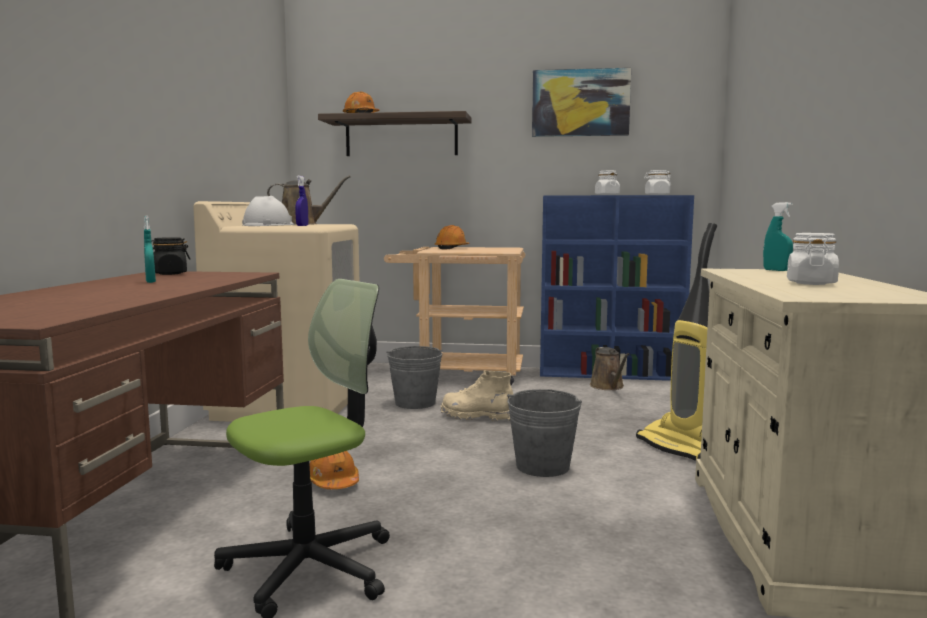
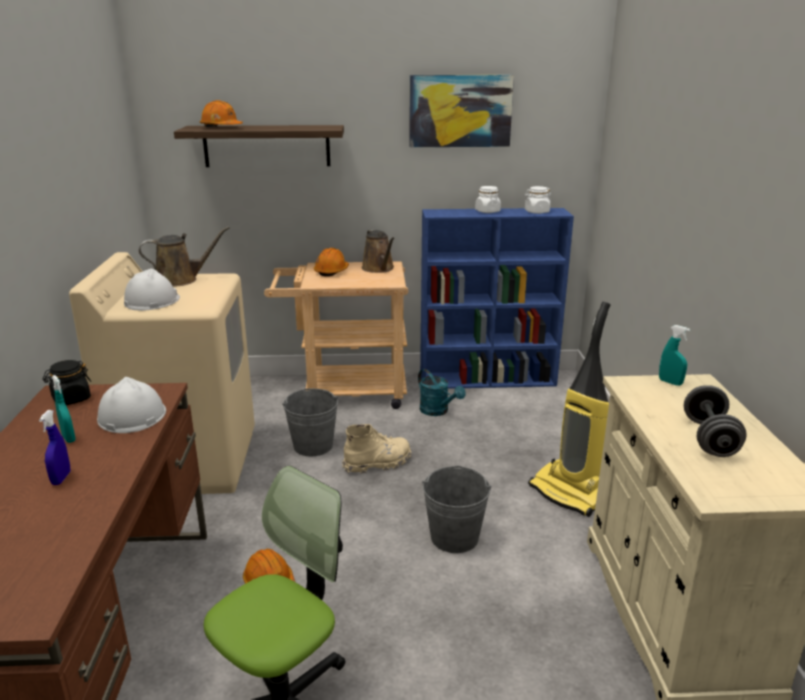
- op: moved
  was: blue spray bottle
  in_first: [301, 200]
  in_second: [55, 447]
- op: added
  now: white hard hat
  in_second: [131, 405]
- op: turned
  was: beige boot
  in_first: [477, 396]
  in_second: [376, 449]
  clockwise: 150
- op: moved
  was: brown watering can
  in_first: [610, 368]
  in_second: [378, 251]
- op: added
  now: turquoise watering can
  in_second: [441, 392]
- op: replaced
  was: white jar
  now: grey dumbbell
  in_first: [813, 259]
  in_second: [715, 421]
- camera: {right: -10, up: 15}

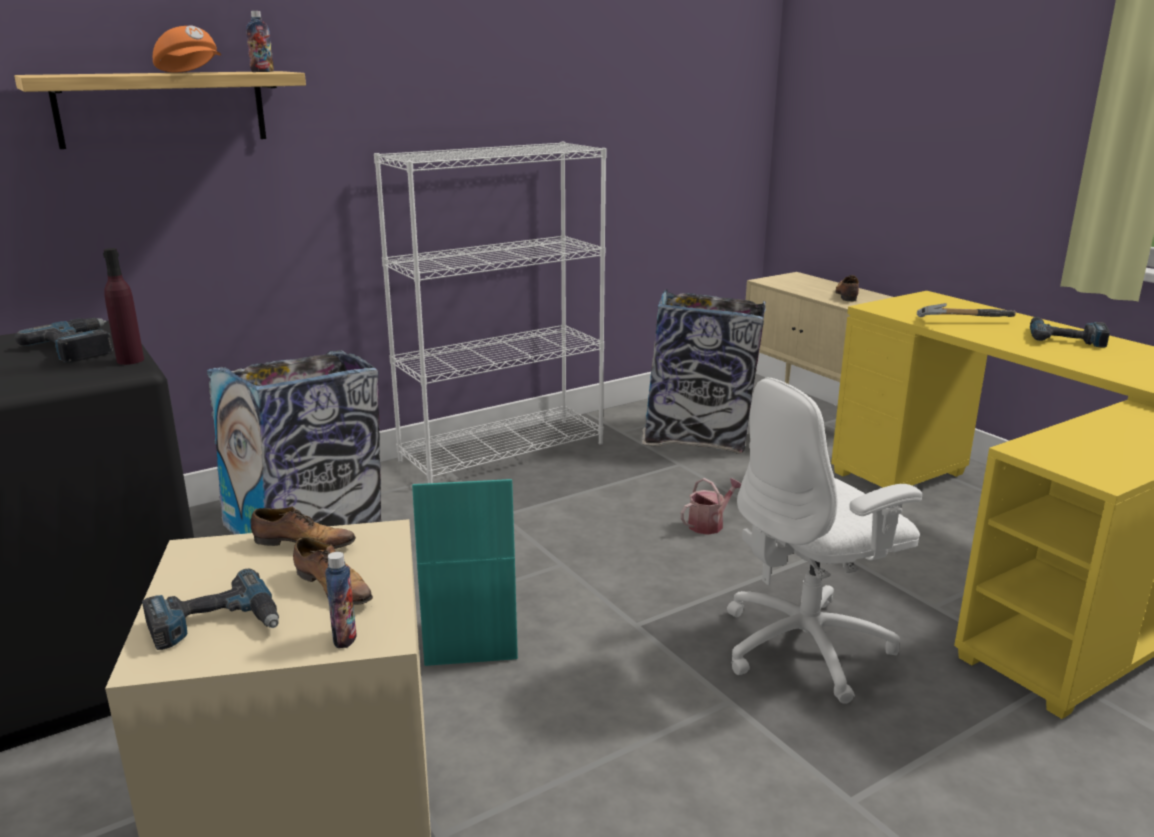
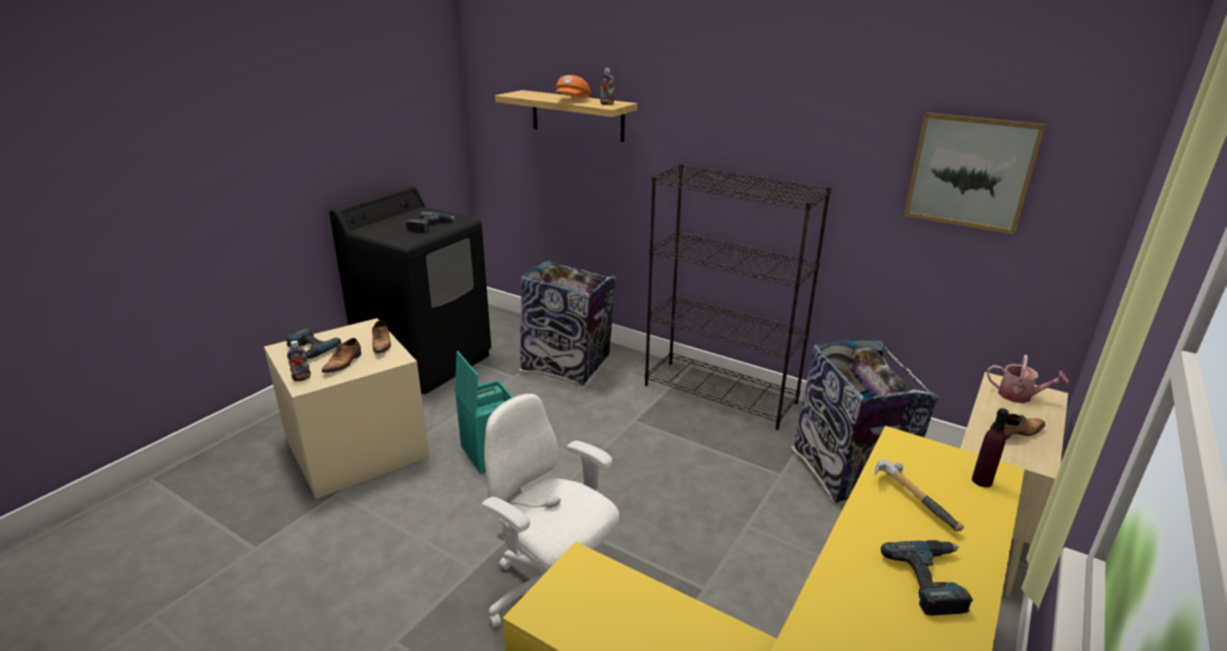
- op: recoloured
  was: white bookcase
  now: black bookcase
  in_first: [490, 312]
  in_second: [738, 297]
- op: added
  now: picture
  in_second: [975, 173]
- op: moved
  was: purple bottle
  in_first: [123, 306]
  in_second: [990, 447]
- op: moved
  was: watering can
  in_first: [711, 506]
  in_second: [1028, 379]
- camera: {right: 65, up: 5}

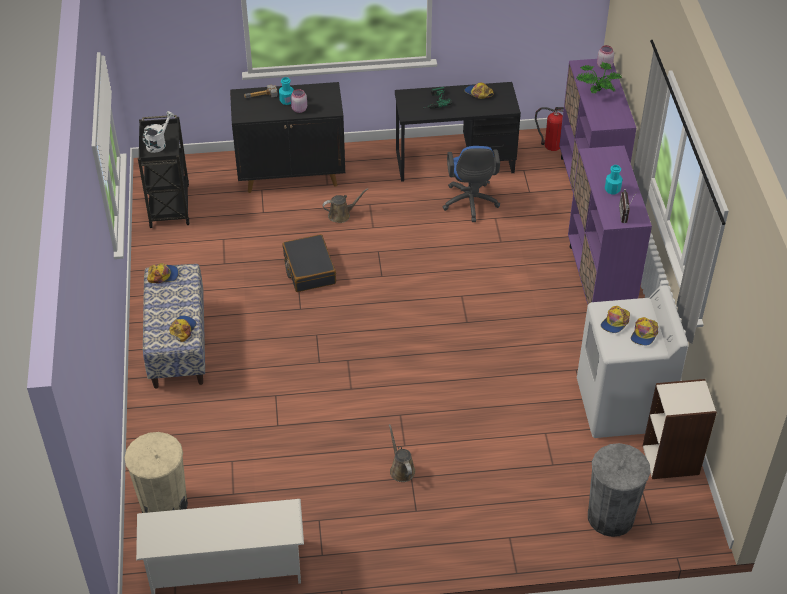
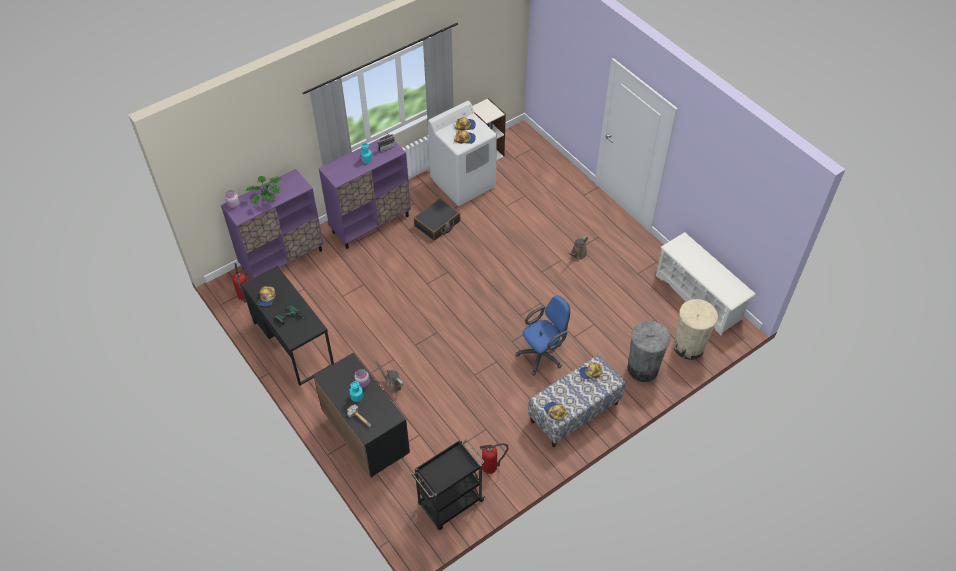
- op: moved
  was: black suitcase
  in_first: [309, 263]
  in_second: [437, 219]
- op: added
  now: fire extinguisher
  in_second: [494, 458]
- op: moved
  was: blue office chair
  in_first: [471, 184]
  in_second: [543, 336]
- op: moved
  was: grey trash can
  in_first: [619, 490]
  in_second: [649, 351]
- op: removed
  was: white watering can
  in_first: [158, 132]
- camera: {right: -120, up: 5}

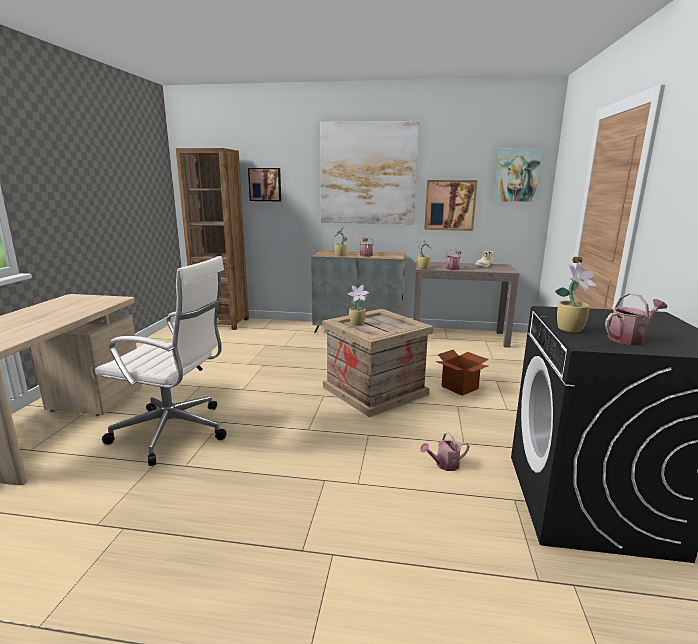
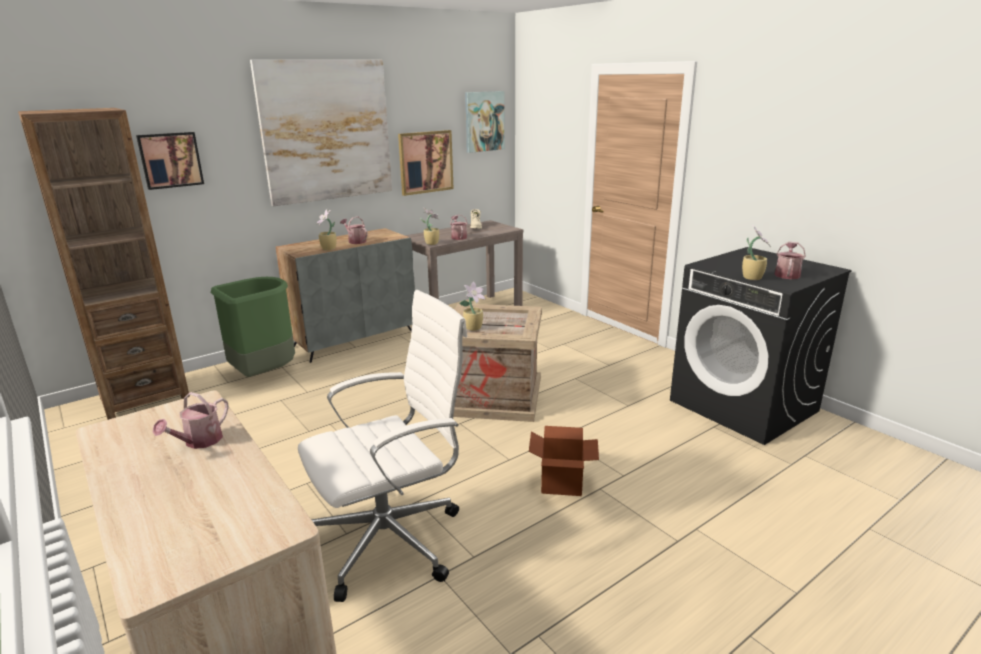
- op: moved
  was: watering can
  in_first: [444, 451]
  in_second: [191, 420]
- op: added
  now: green trash can
  in_second: [253, 327]
- op: moved
  was: cardboard box
  in_first: [462, 373]
  in_second: [564, 461]
- camera: {right: -45, up: 5}

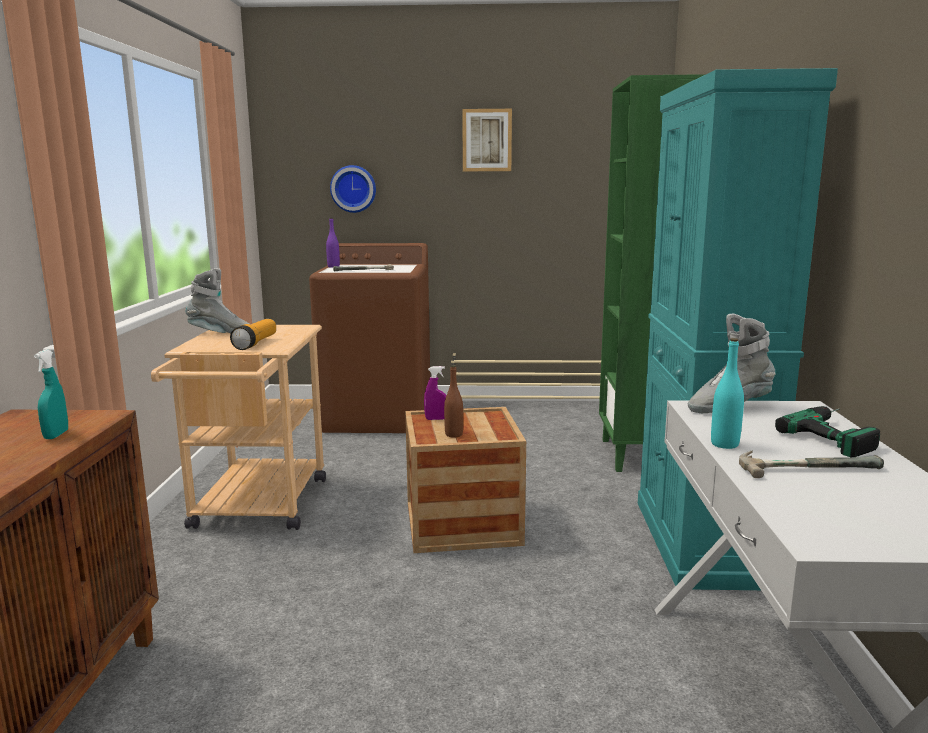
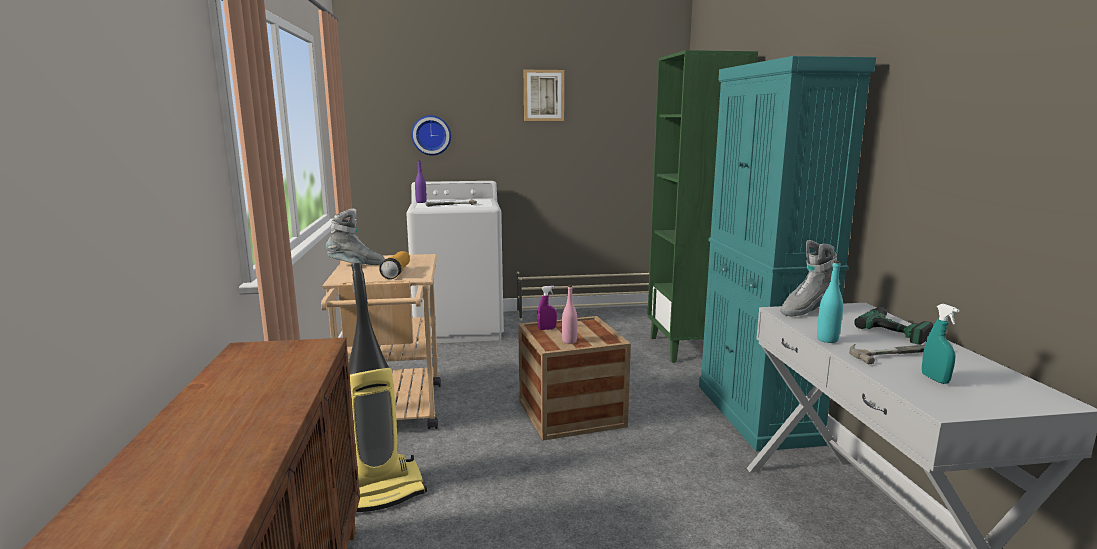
- op: added
  now: vacuum cleaner
  in_second: [388, 387]
- op: recoloured
  was: brown washing machine
  now: white washing machine
  in_first: [369, 338]
  in_second: [455, 262]
- op: recoloured
  was: brown bottle
  now: pink bottle
  in_first: [453, 401]
  in_second: [569, 314]
- op: moved
  was: turquoise spray bottle
  in_first: [51, 394]
  in_second: [941, 344]
- camera: {right: -10, up: 0}

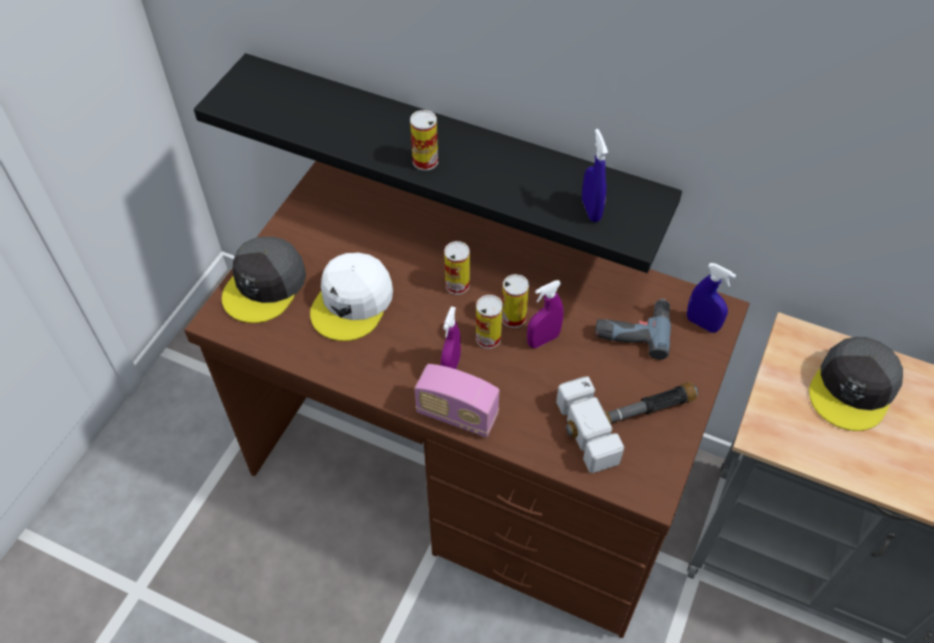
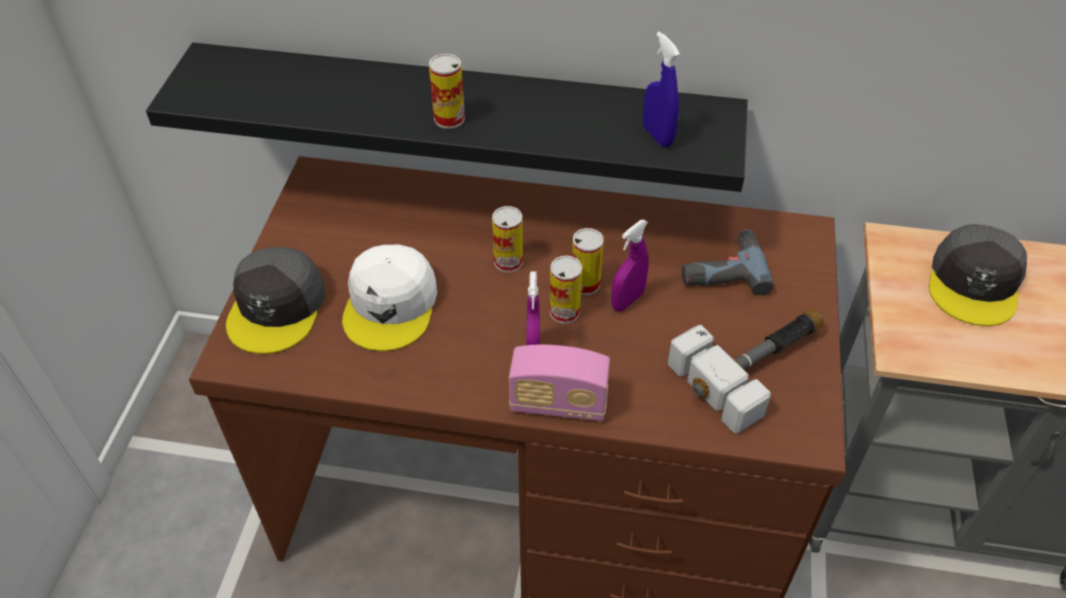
- op: removed
  was: blue spray bottle
  in_first: [711, 298]
- camera: {right: -15, up: -5}

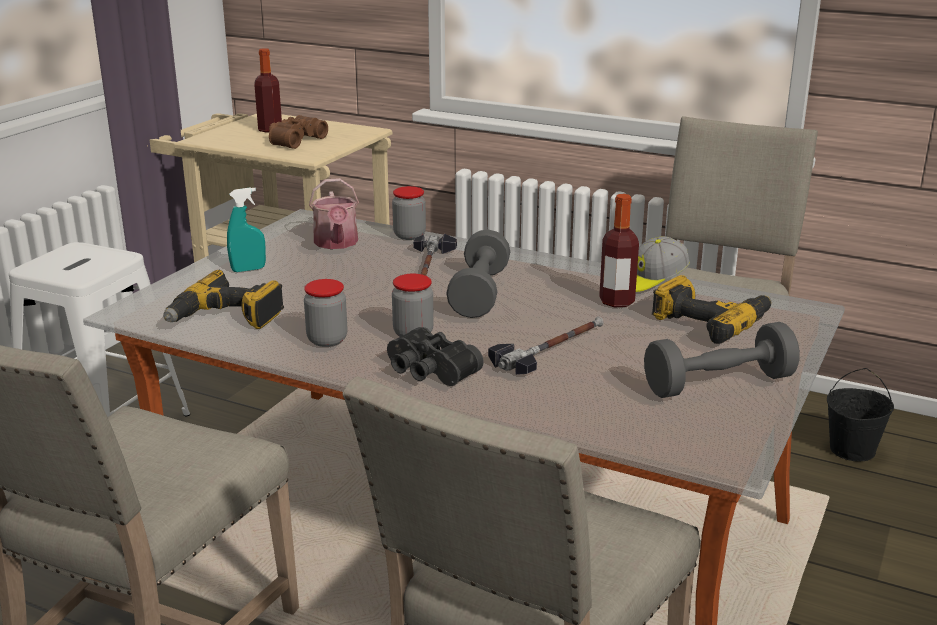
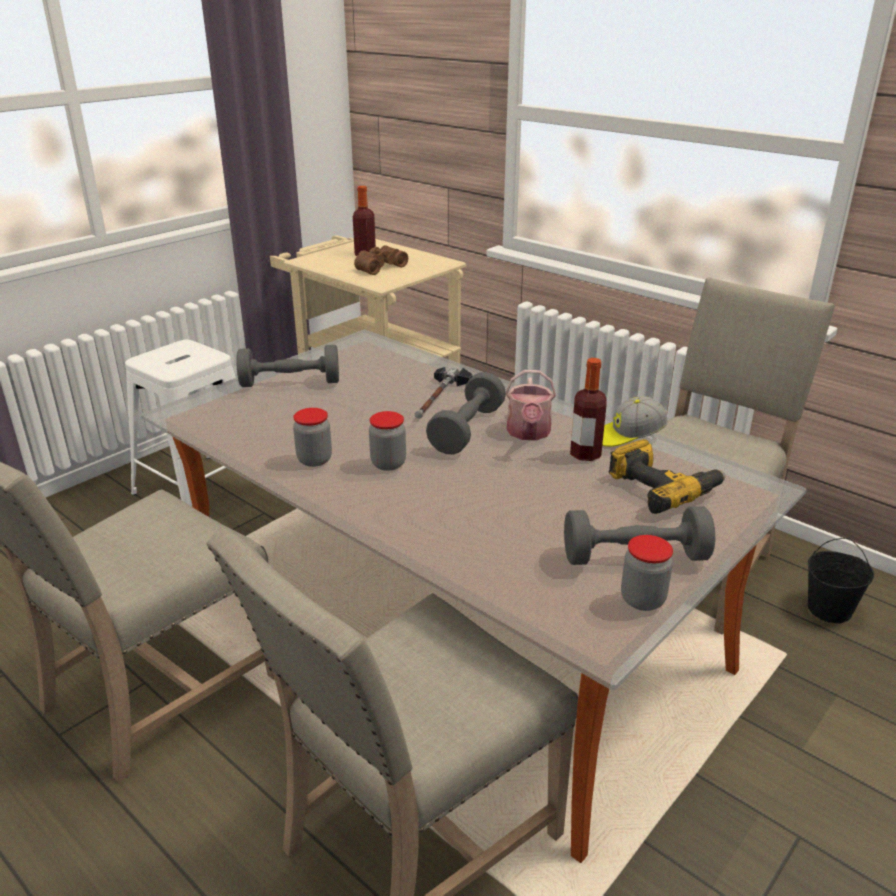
- op: replaced
  was: turquoise spray bottle
  now: grey dumbbell
  in_first: [246, 229]
  in_second: [287, 366]
- op: moved
  was: watering can
  in_first: [334, 213]
  in_second: [530, 405]
- op: moved
  was: jar
  in_first: [409, 213]
  in_second: [647, 573]
- op: removed
  was: power drill
  in_first: [223, 299]
- op: removed
  was: black binoculars
  in_first: [435, 356]
- op: removed
  was: hammer
  in_first: [546, 346]
- camera: {right: 15, up: 5}

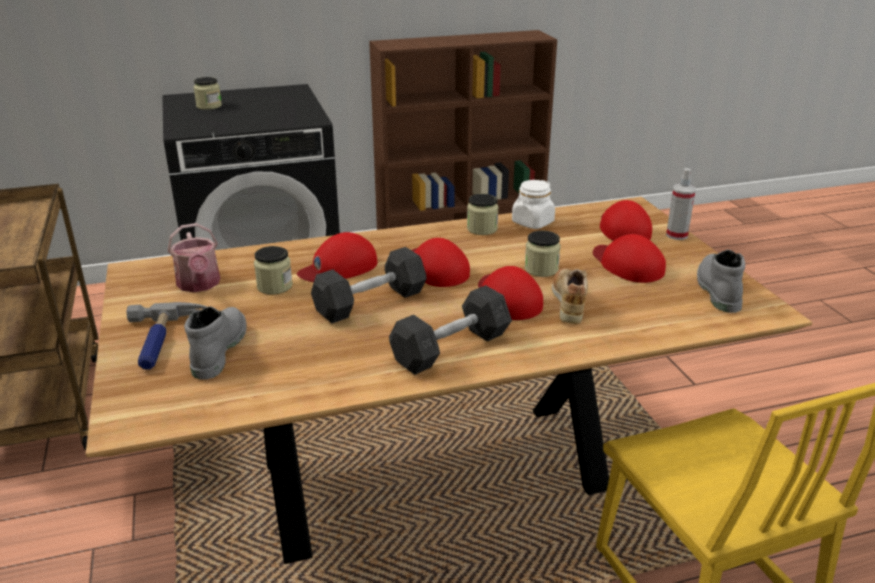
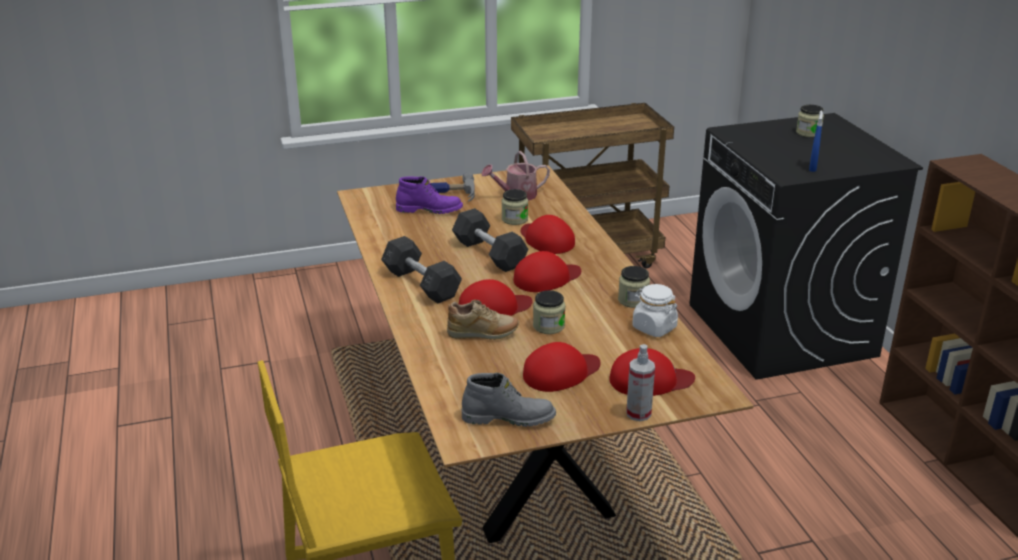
- op: recoloured
  was: grey boot
  now: purple boot
  in_first: [215, 343]
  in_second: [429, 195]
- op: added
  now: blue spray bottle
  in_second: [816, 141]
- camera: {right: 90, up: 0}

